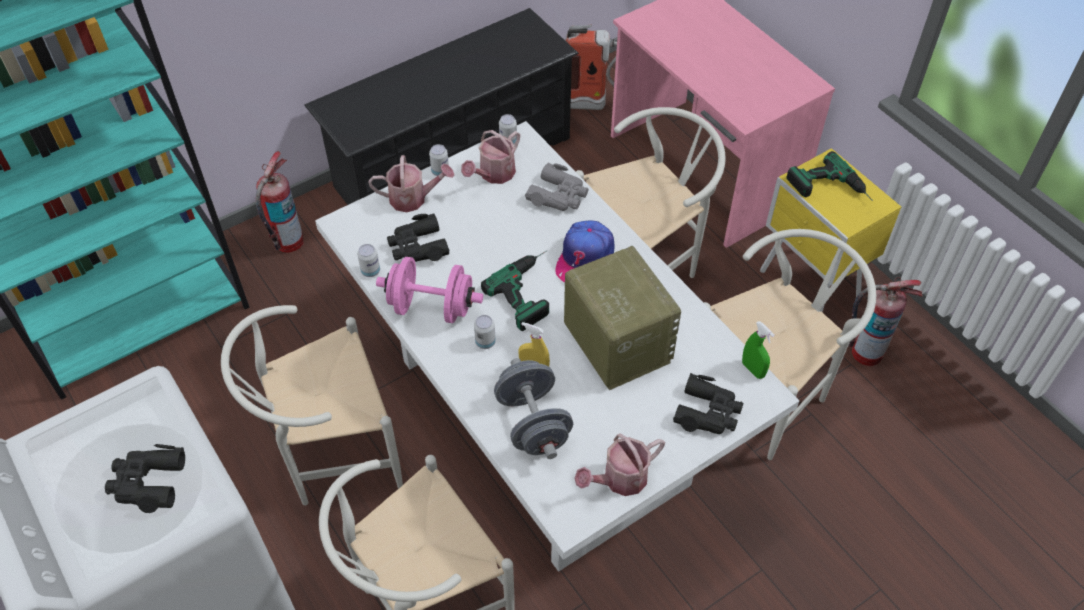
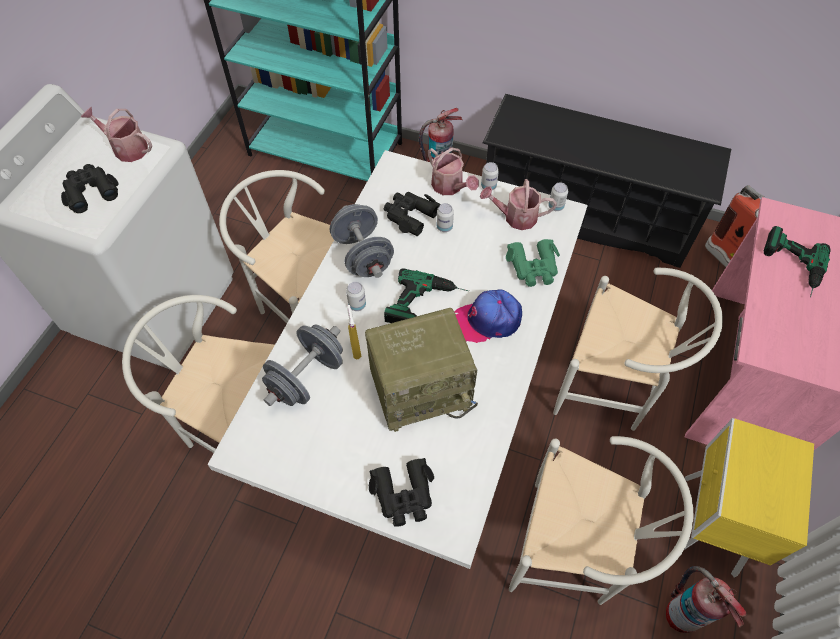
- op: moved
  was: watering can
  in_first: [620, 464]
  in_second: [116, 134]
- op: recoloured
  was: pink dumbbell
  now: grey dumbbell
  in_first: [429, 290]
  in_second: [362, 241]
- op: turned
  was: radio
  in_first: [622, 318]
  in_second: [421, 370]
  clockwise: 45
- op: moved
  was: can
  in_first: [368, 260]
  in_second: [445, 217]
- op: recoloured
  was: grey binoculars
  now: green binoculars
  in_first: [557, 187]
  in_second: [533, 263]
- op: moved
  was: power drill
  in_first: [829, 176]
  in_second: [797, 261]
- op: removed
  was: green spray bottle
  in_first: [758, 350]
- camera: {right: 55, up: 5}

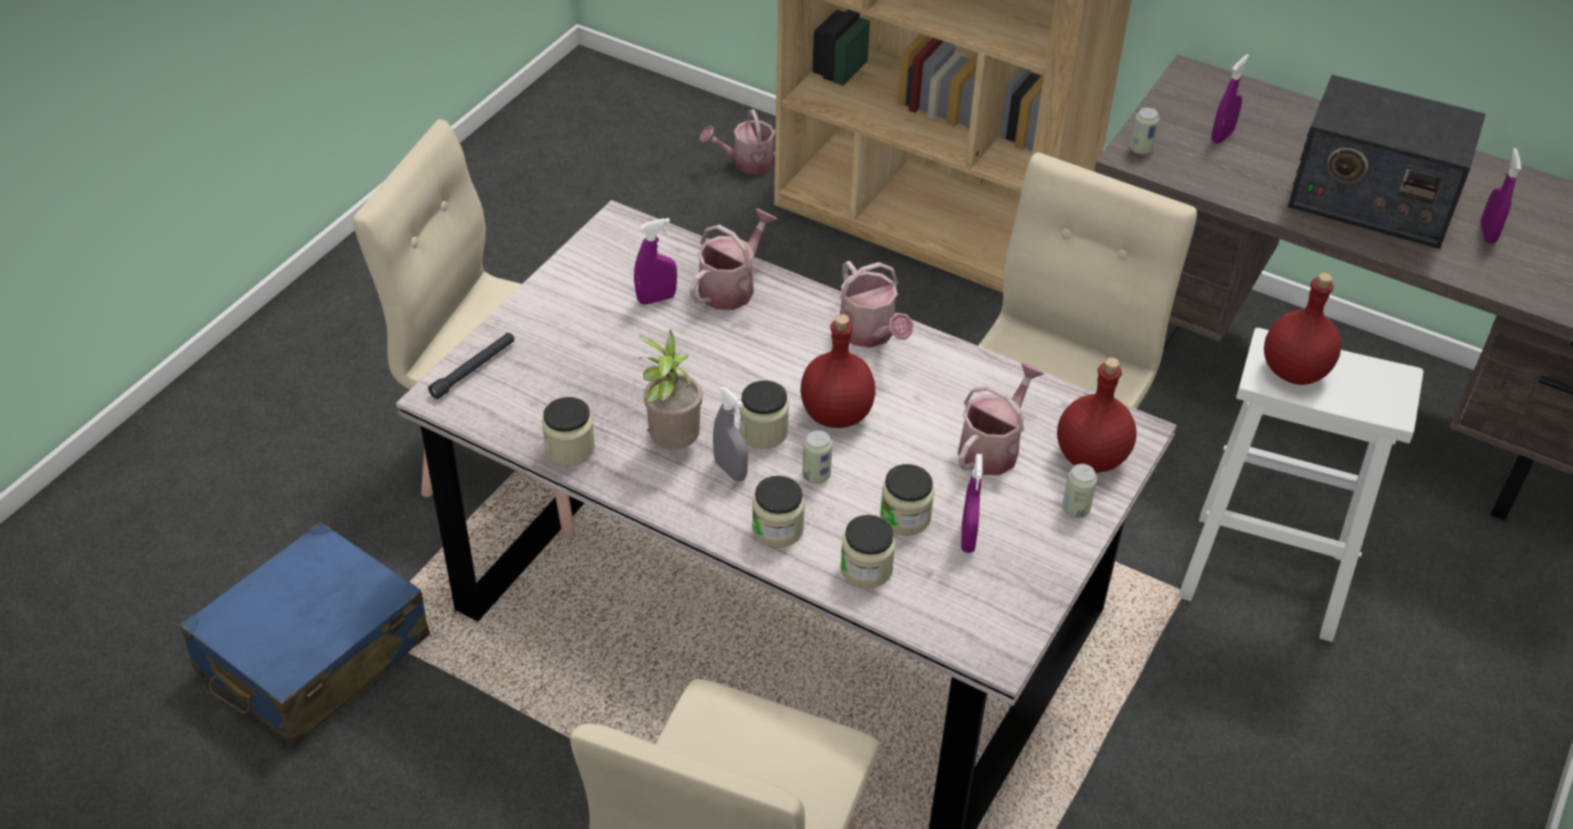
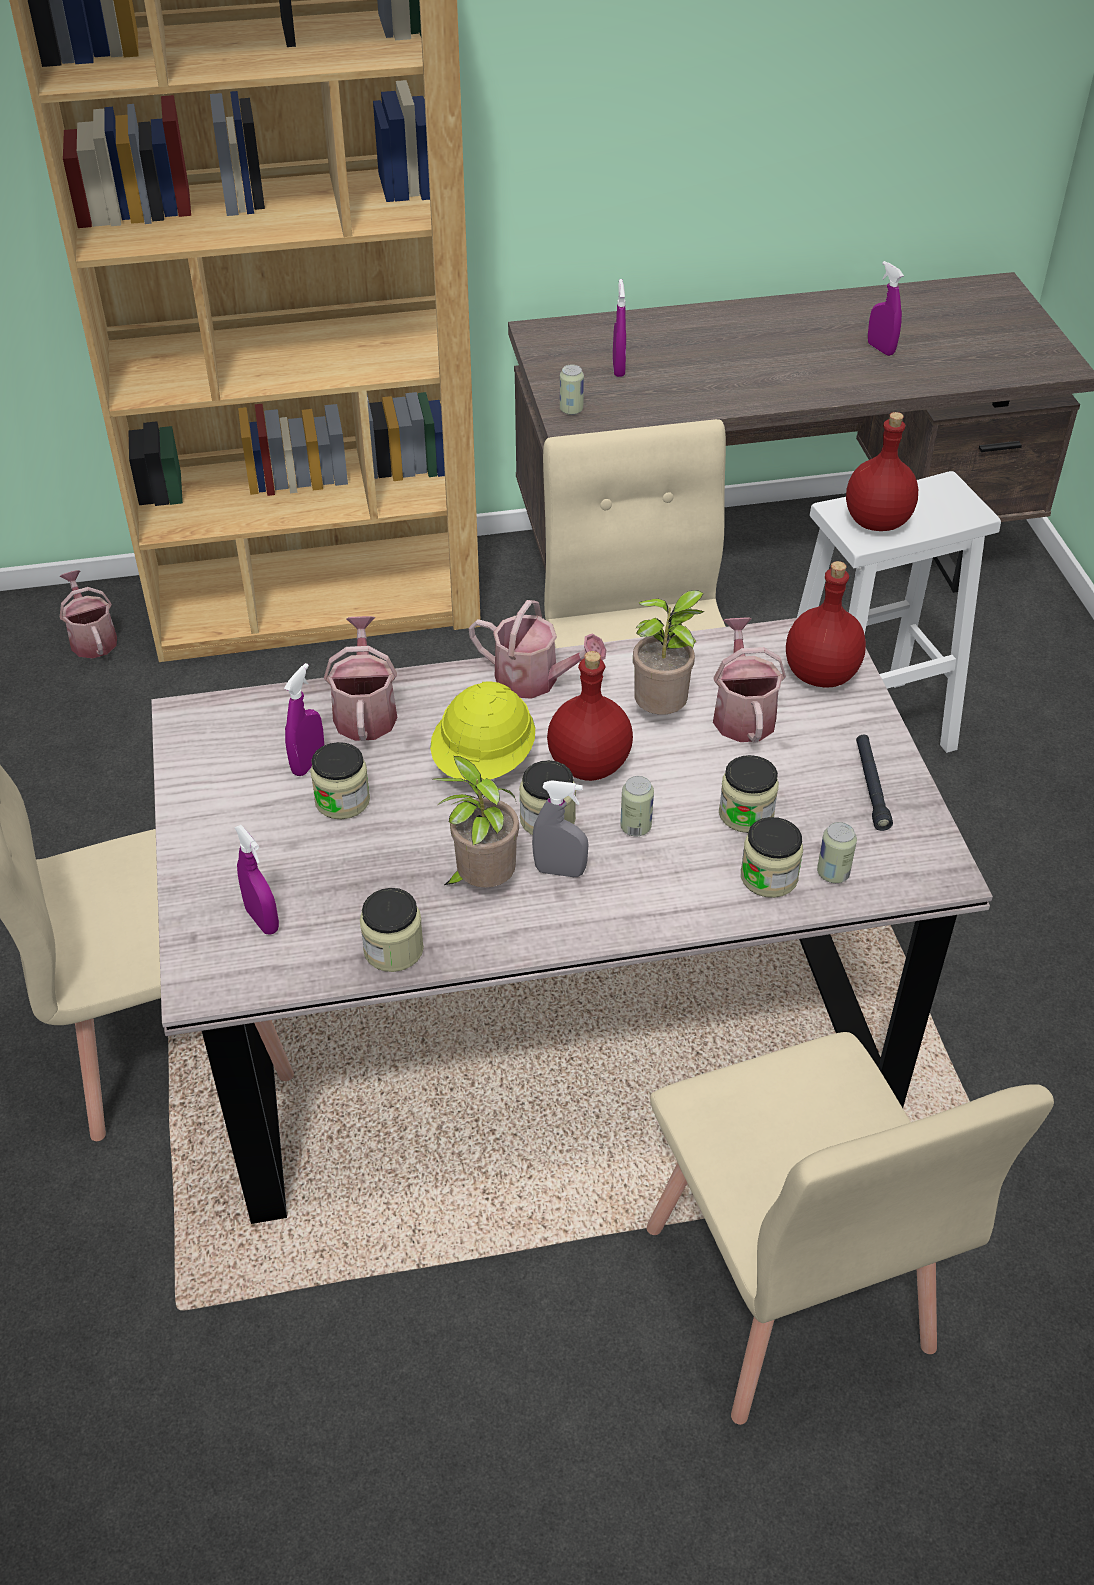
- op: turned
  was: watering can
  in_first: [738, 141]
  in_second: [88, 614]
  clockwise: 120
- op: moved
  was: purple spray bottle
  in_first: [972, 503]
  in_second: [256, 880]
- op: moved
  was: jar
  in_first: [778, 512]
  in_second: [340, 780]
- op: added
  now: yellow hard hat
  in_second: [482, 730]
- op: added
  now: potted plant
  in_second: [668, 652]
- op: moved
  was: can
  in_first: [1079, 491]
  in_second: [837, 852]
- op: moved
  was: black flashlight
  in_first: [471, 366]
  in_second: [874, 783]
- op: removed
  was: blue suitcase
  in_first: [305, 634]
- op: removed
  was: radio
  in_first: [1387, 162]
- camera: {right: -40, up: 0}

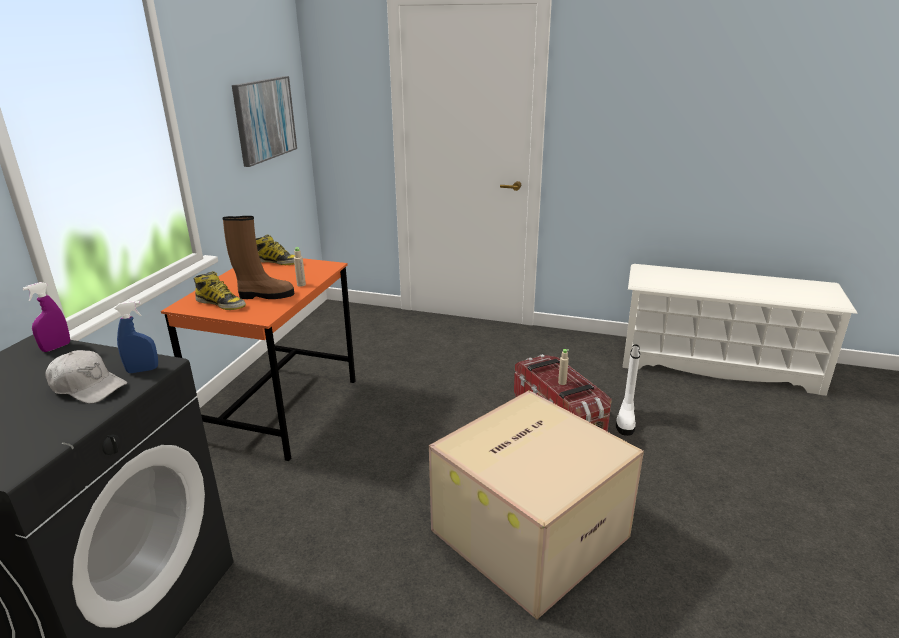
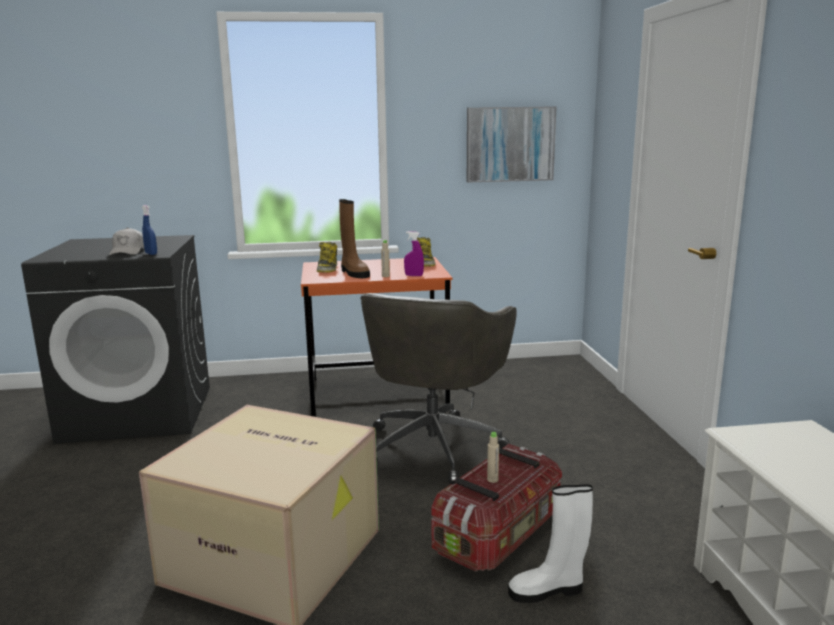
- op: added
  now: grey office chair
  in_second: [438, 388]
- op: moved
  was: purple spray bottle
  in_first: [46, 317]
  in_second: [414, 253]
- camera: {right: 65, up: -10}

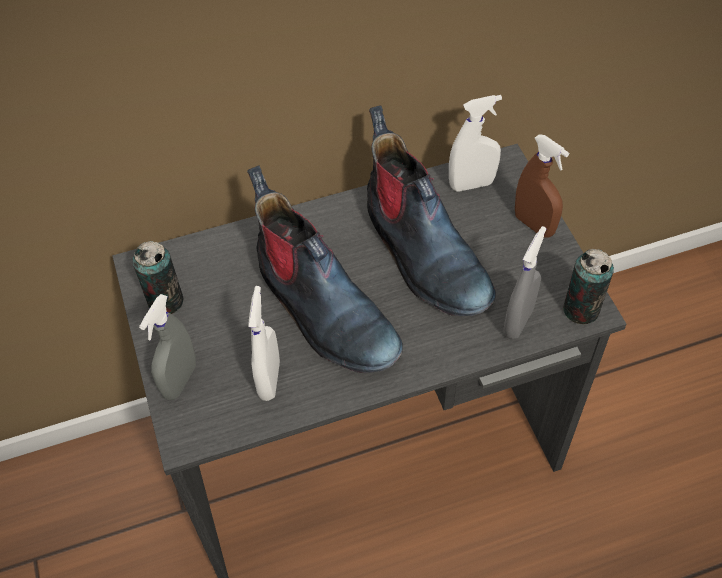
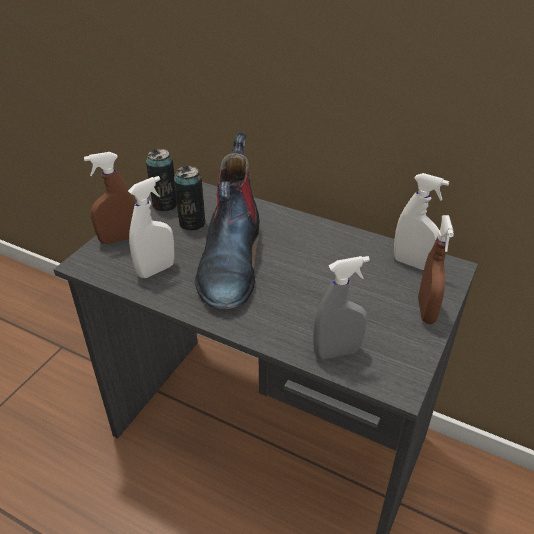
- op: recoloured
  was: grey spray bottle
  now: brown spray bottle
  in_first: [167, 347]
  in_second: [109, 198]
- op: moved
  was: can
  in_first: [588, 286]
  in_second: [190, 198]
- op: removed
  was: boot
  in_first: [431, 210]
- camera: {right: 45, up: -15}

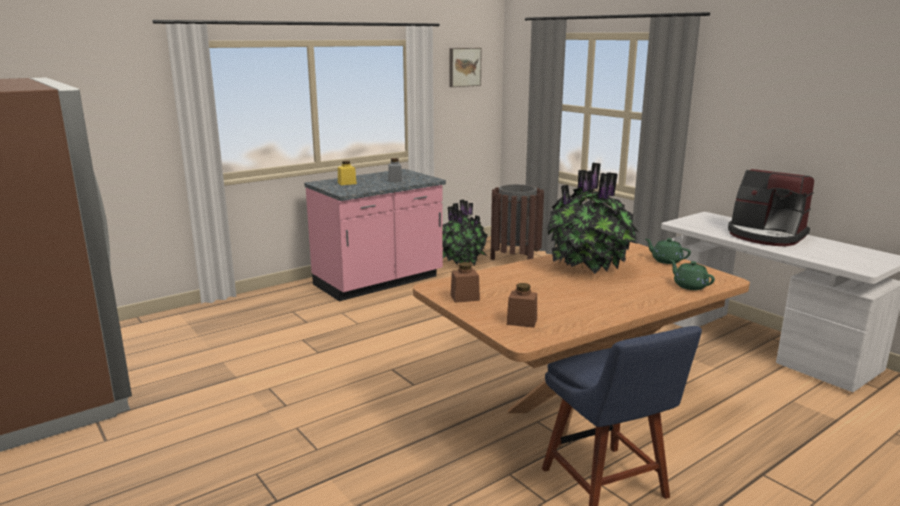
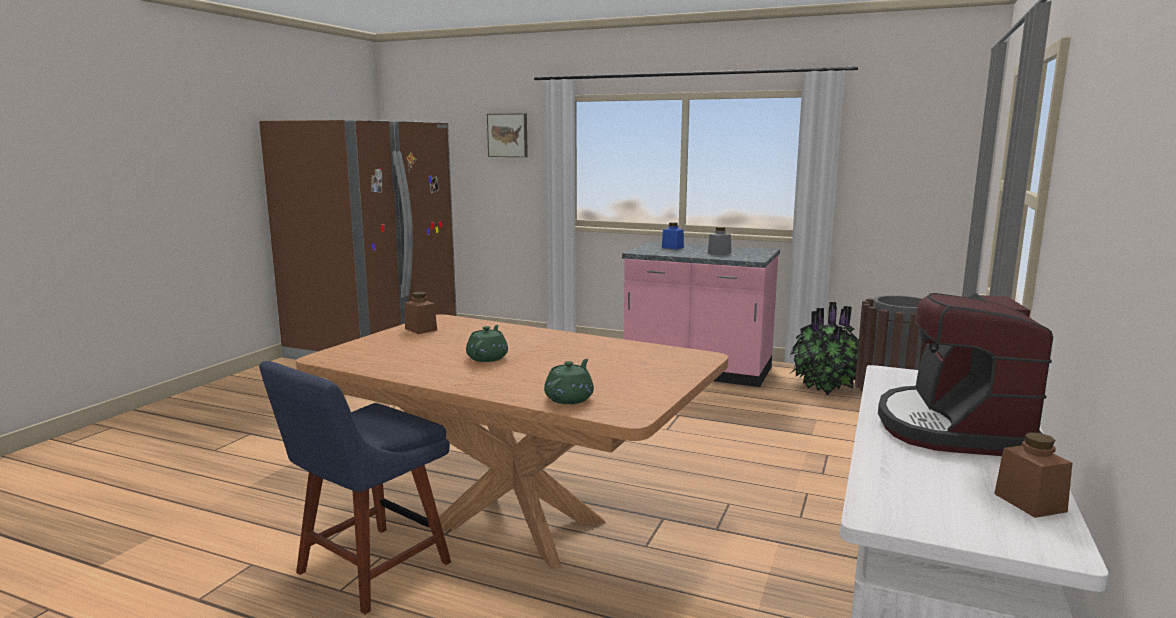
- op: moved
  was: green teapot
  in_first: [668, 251]
  in_second: [487, 343]
- op: moved
  was: picture
  in_first: [466, 67]
  in_second: [507, 135]
- op: recoloured
  was: yellow jar
  now: blue jar
  in_first: [347, 173]
  in_second: [673, 235]
- op: moved
  was: brown jar
  in_first: [522, 305]
  in_second: [1033, 475]
- op: removed
  was: potted plant
  in_first: [593, 218]
- camera: {right: 60, up: -5}

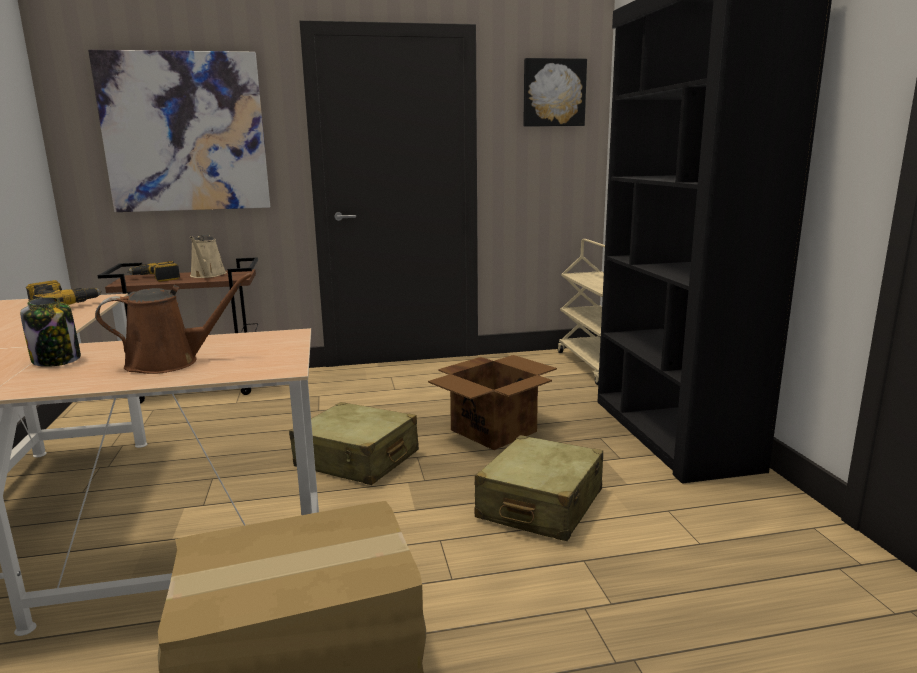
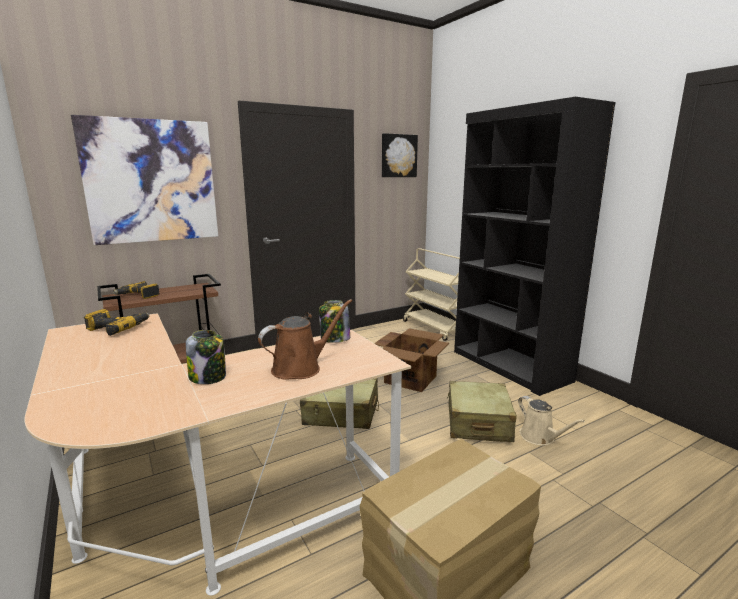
- op: added
  now: jar
  in_second: [334, 321]
- op: moved
  was: beige watering can
  in_first: [208, 256]
  in_second: [551, 420]
- camera: {right: -20, up: 0}

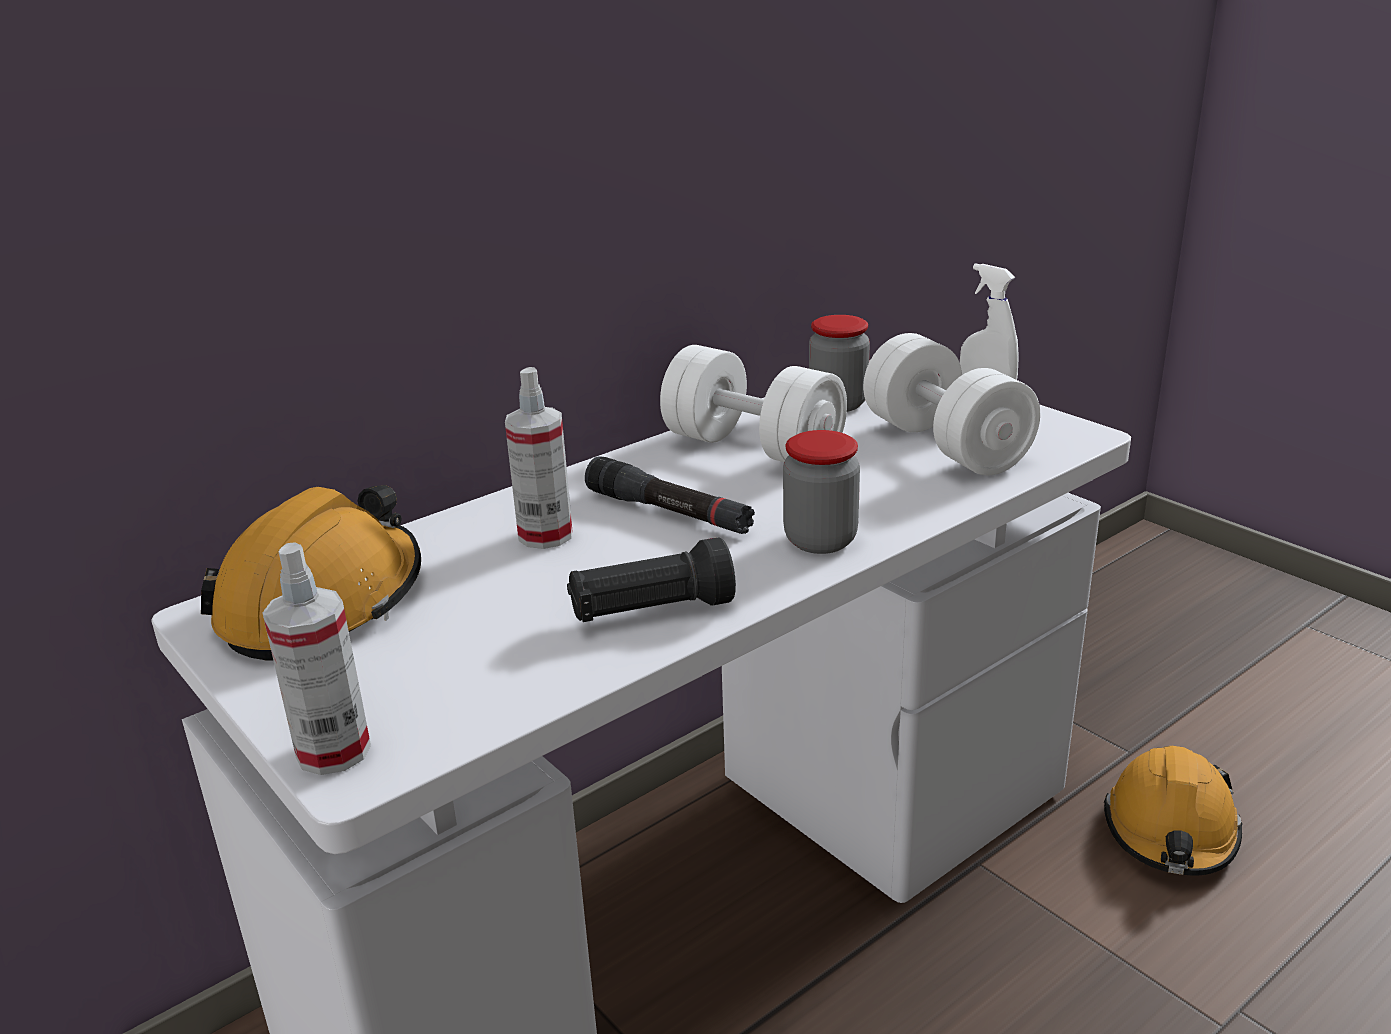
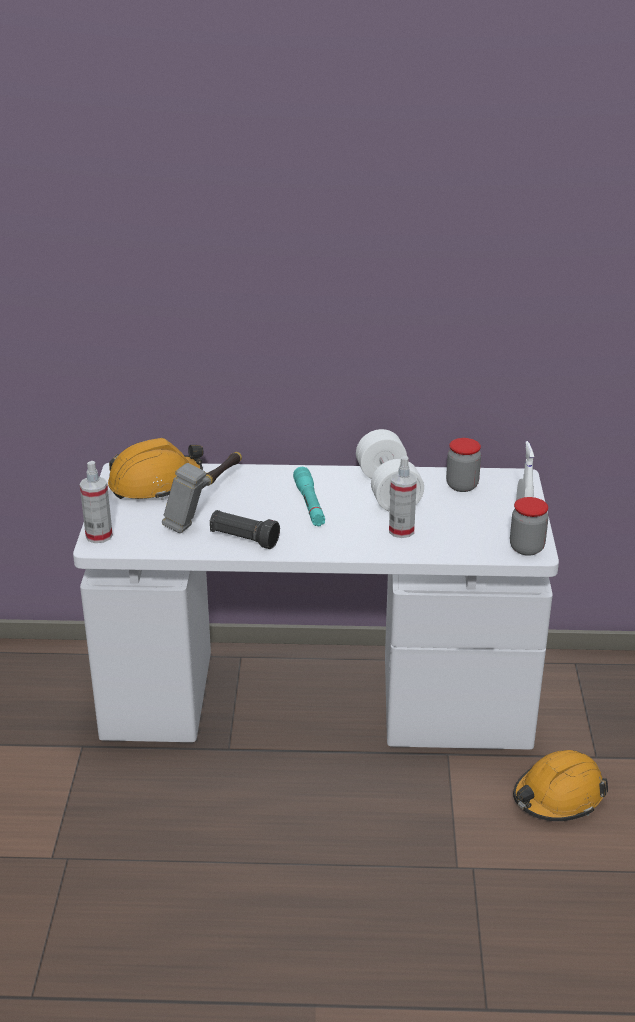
- op: added
  now: hammer
  in_second: [202, 492]
- op: recoloured
  was: black flashlight
  now: turquoise flashlight
  in_first: [670, 495]
  in_second: [309, 497]
- op: moved
  was: spray bottle
  in_first: [538, 458]
  in_second: [403, 497]
- op: moved
  was: jar
  in_first: [821, 492]
  in_second: [529, 526]
- op: removed
  was: white dumbbell
  in_first: [951, 404]
- camera: {right: 40, up: 5}

